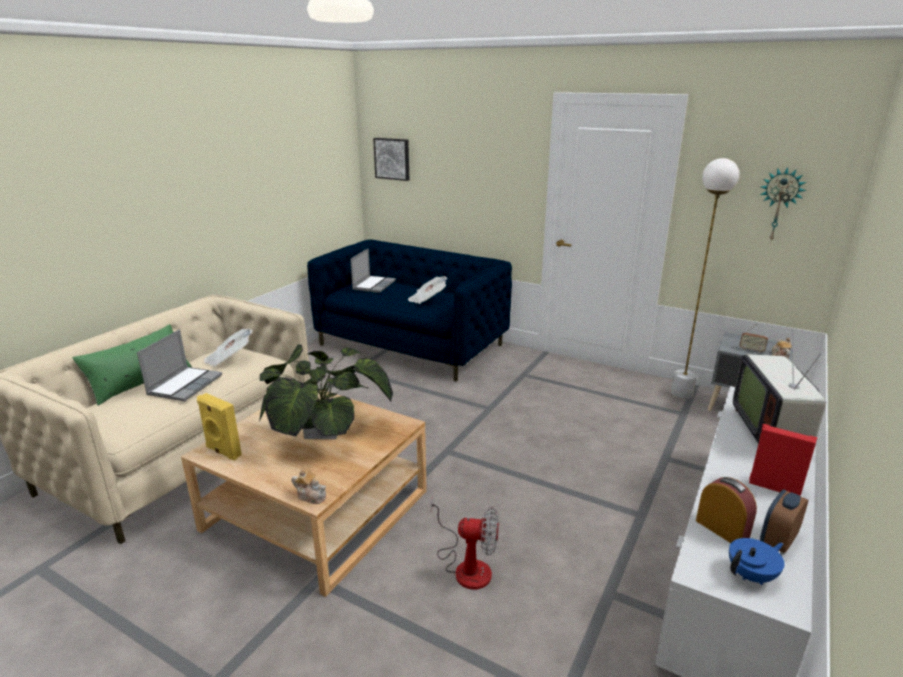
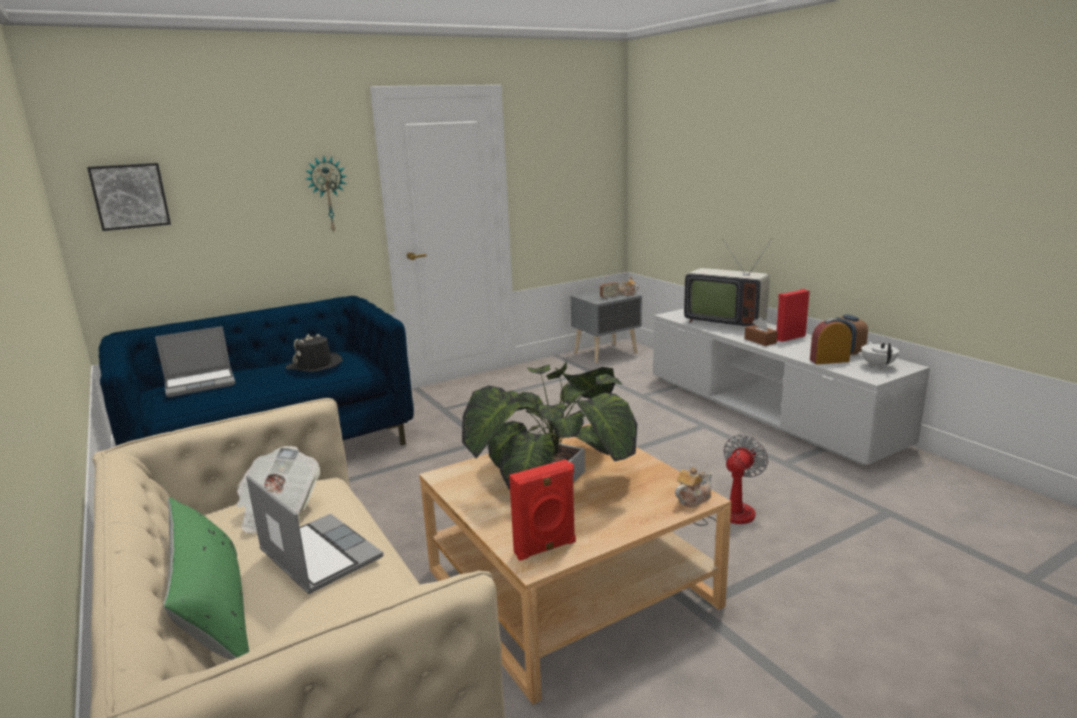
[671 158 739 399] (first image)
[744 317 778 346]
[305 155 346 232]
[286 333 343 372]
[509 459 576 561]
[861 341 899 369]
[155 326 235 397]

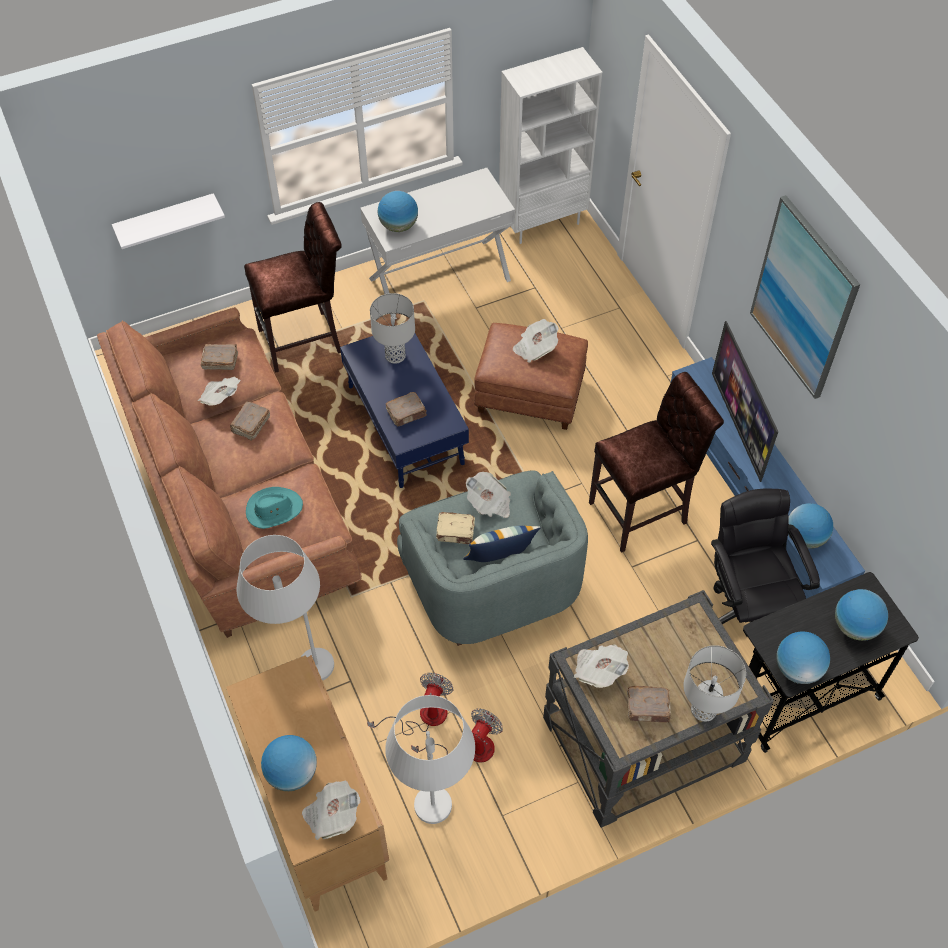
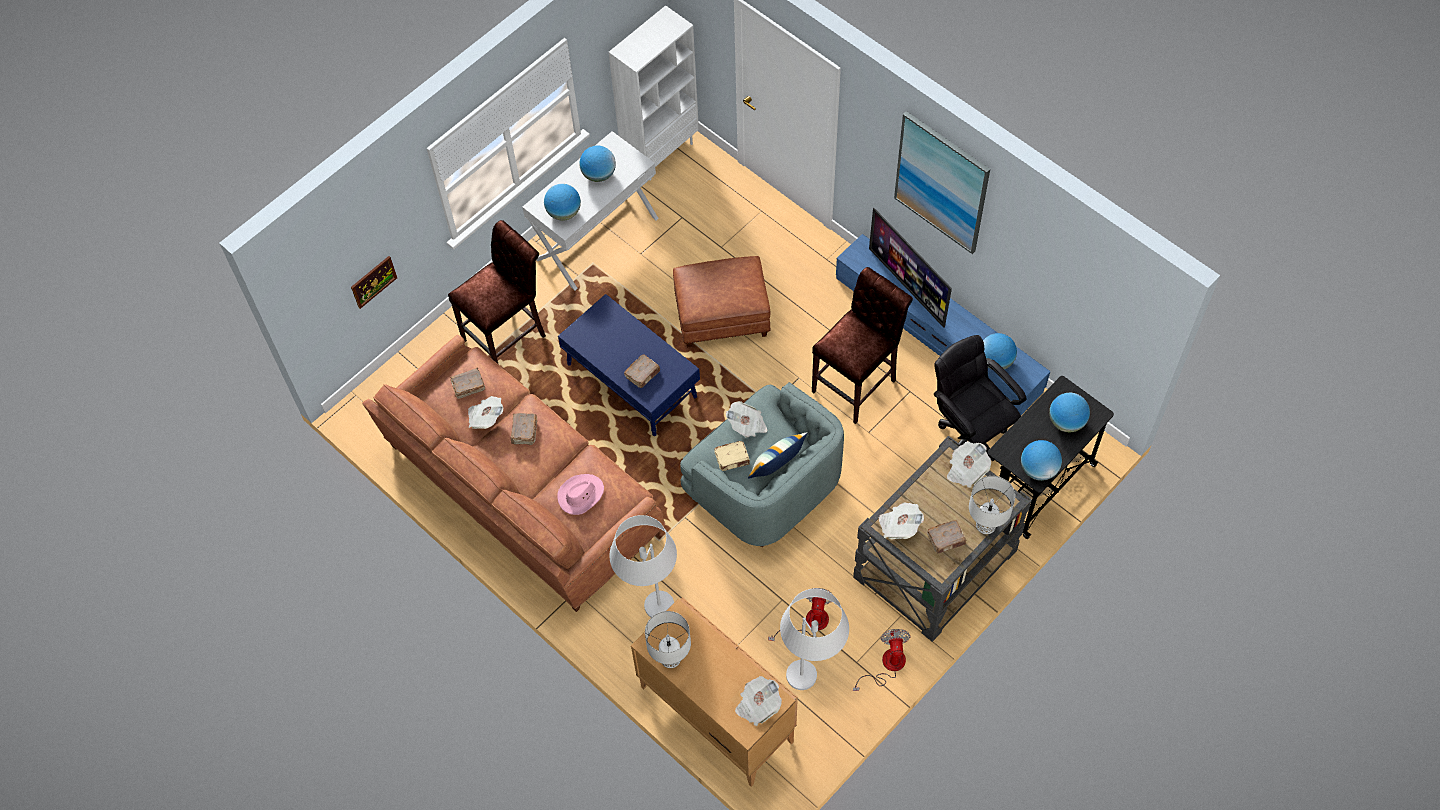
[579 145 616 182]
[853 629 910 691]
[645 611 691 668]
[947 442 991 488]
[351 256 397 309]
[557 474 604 515]

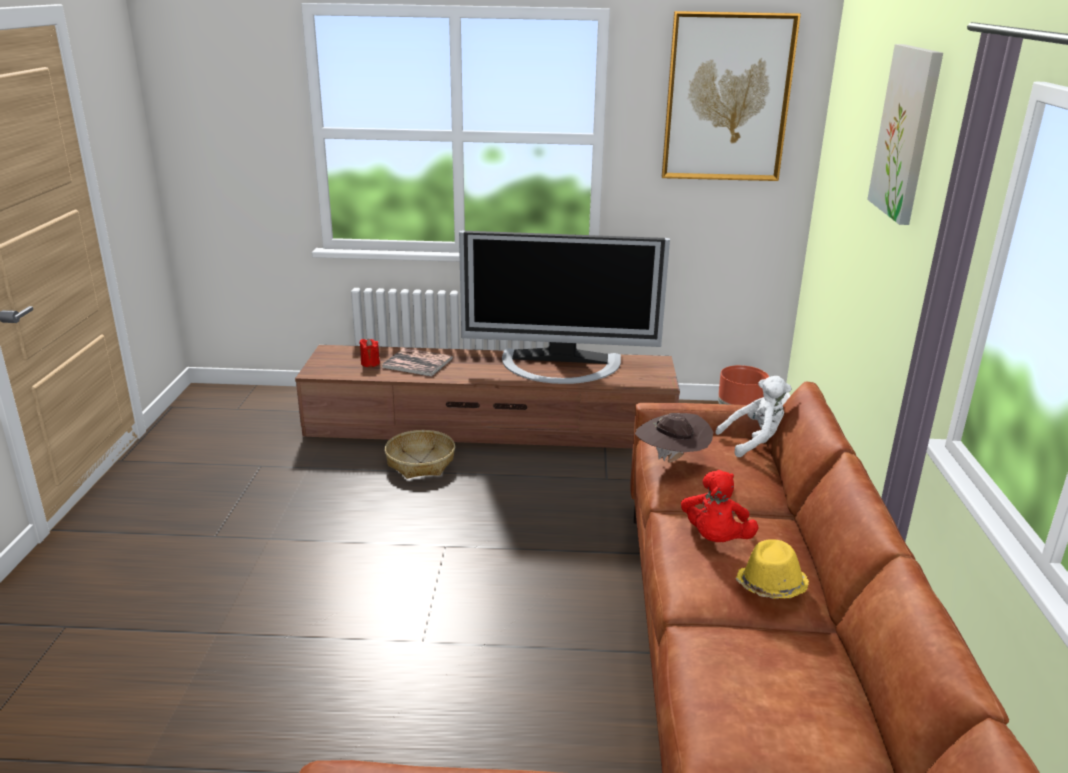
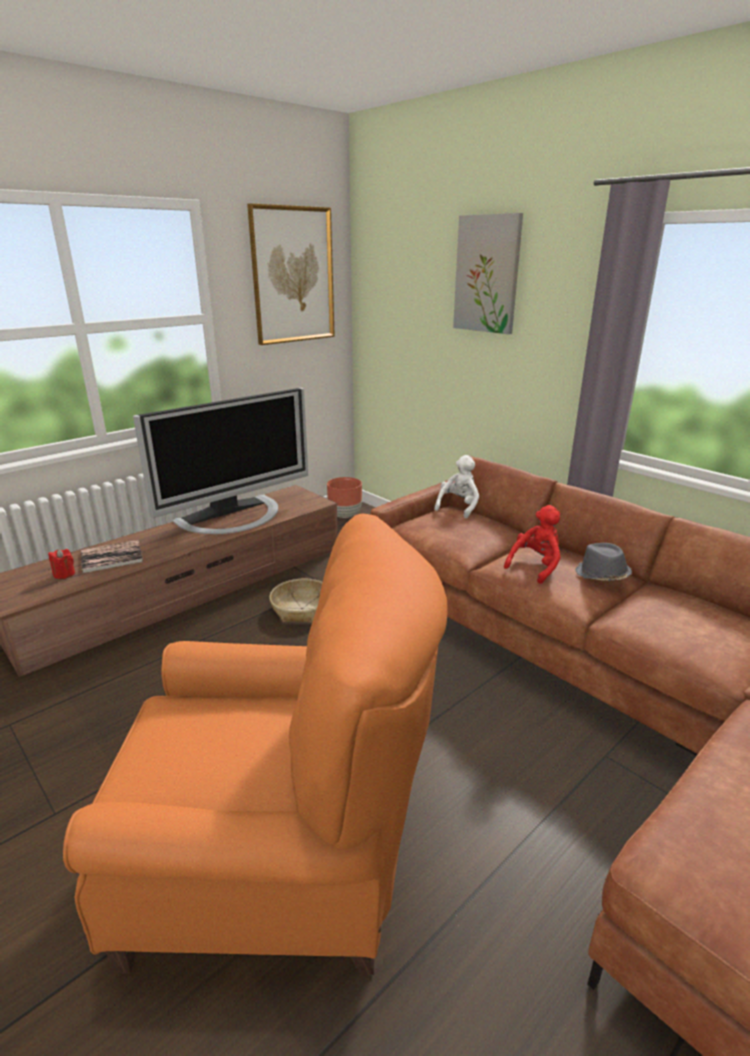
[635 413 713 463] (first image)
[63 514 448 975]
[269 579 322 623]
[575 543 632 581]
[504 505 561 584]

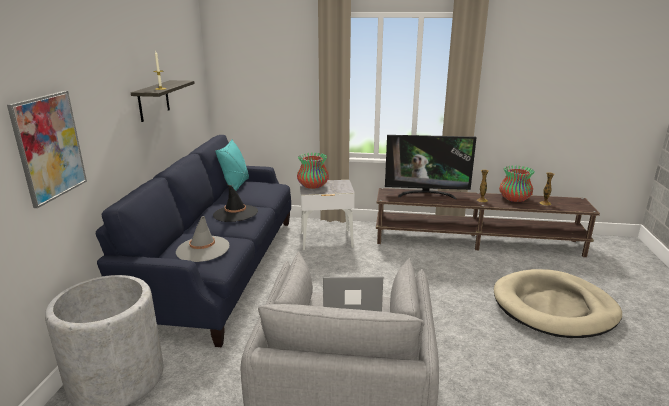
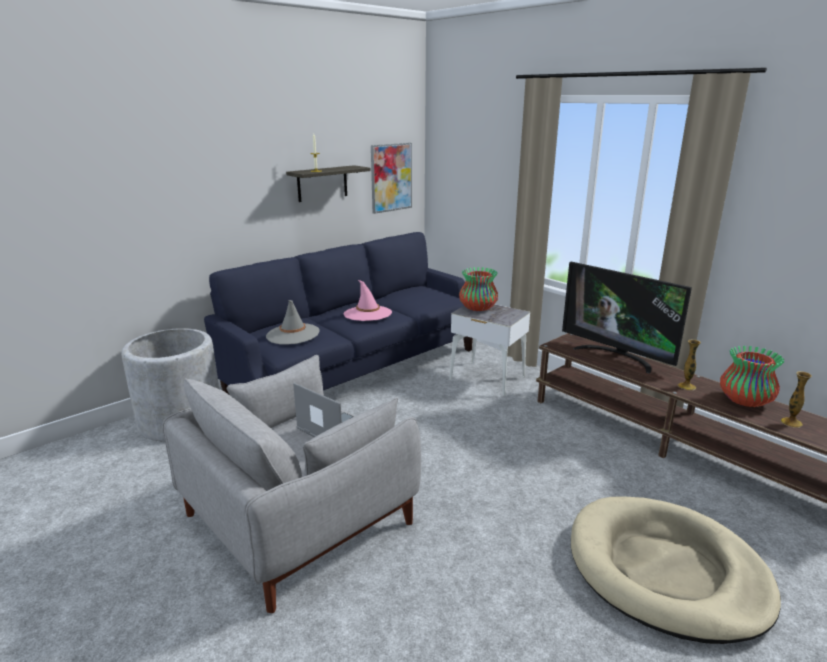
[215 139 249 191] (first image)
[371 143 412 214]
[344 280 392 321]

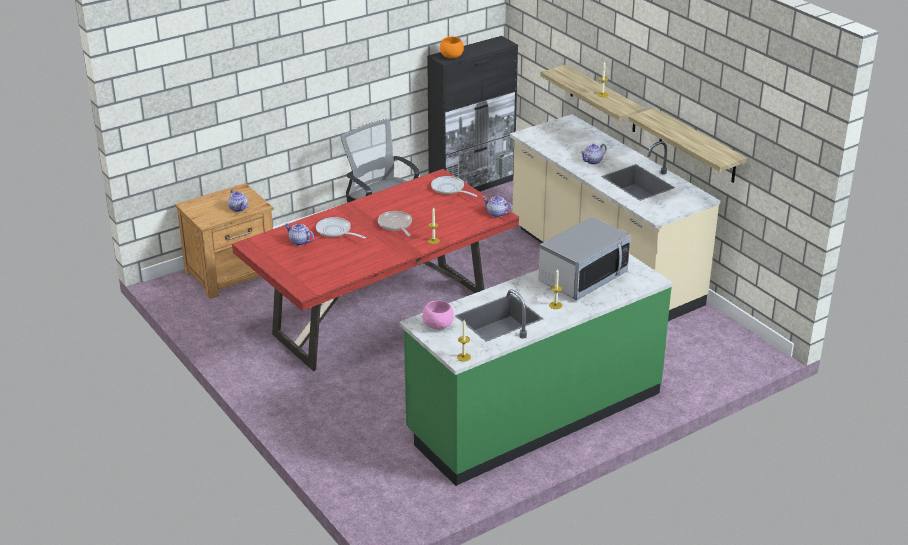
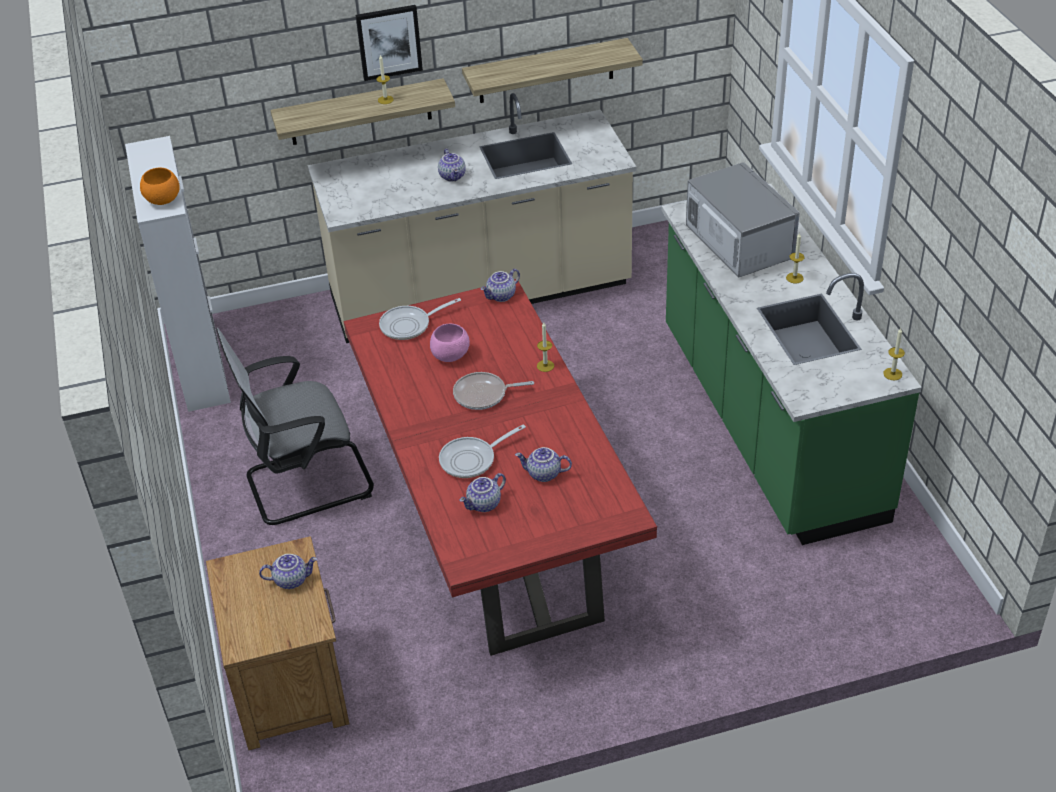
[355 5 423 81]
[515 447 572 482]
[430 324 470 362]
[125 136 231 412]

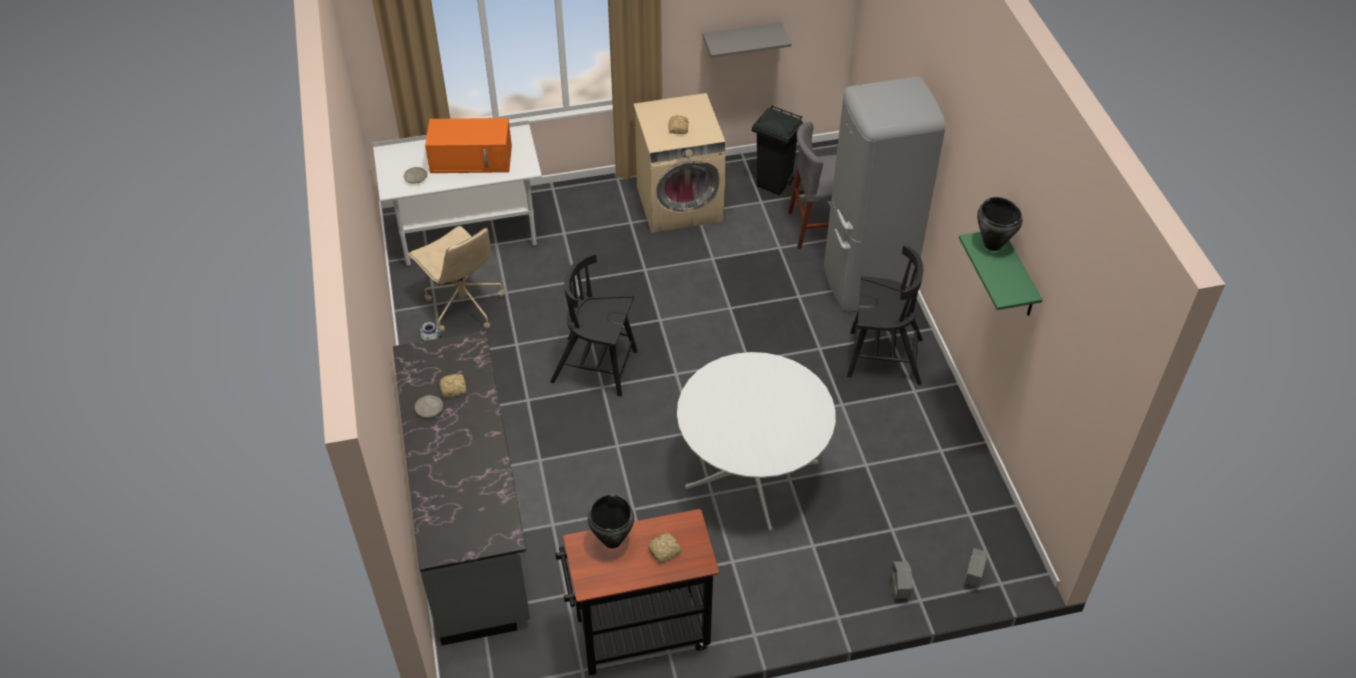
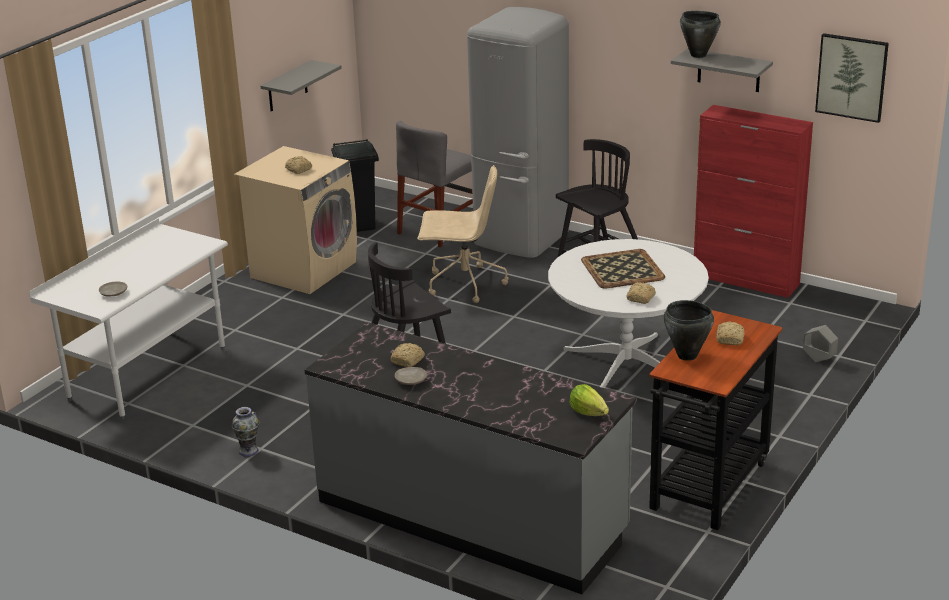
[425 118 512 173] (first image)
[965 548 987 587] (first image)
[569 384 609 416]
[581 249 665 289]
[627 282 656 304]
[694 105 813 298]
[815 33 889 123]
[417 165 509 303]
[671 48 773 92]

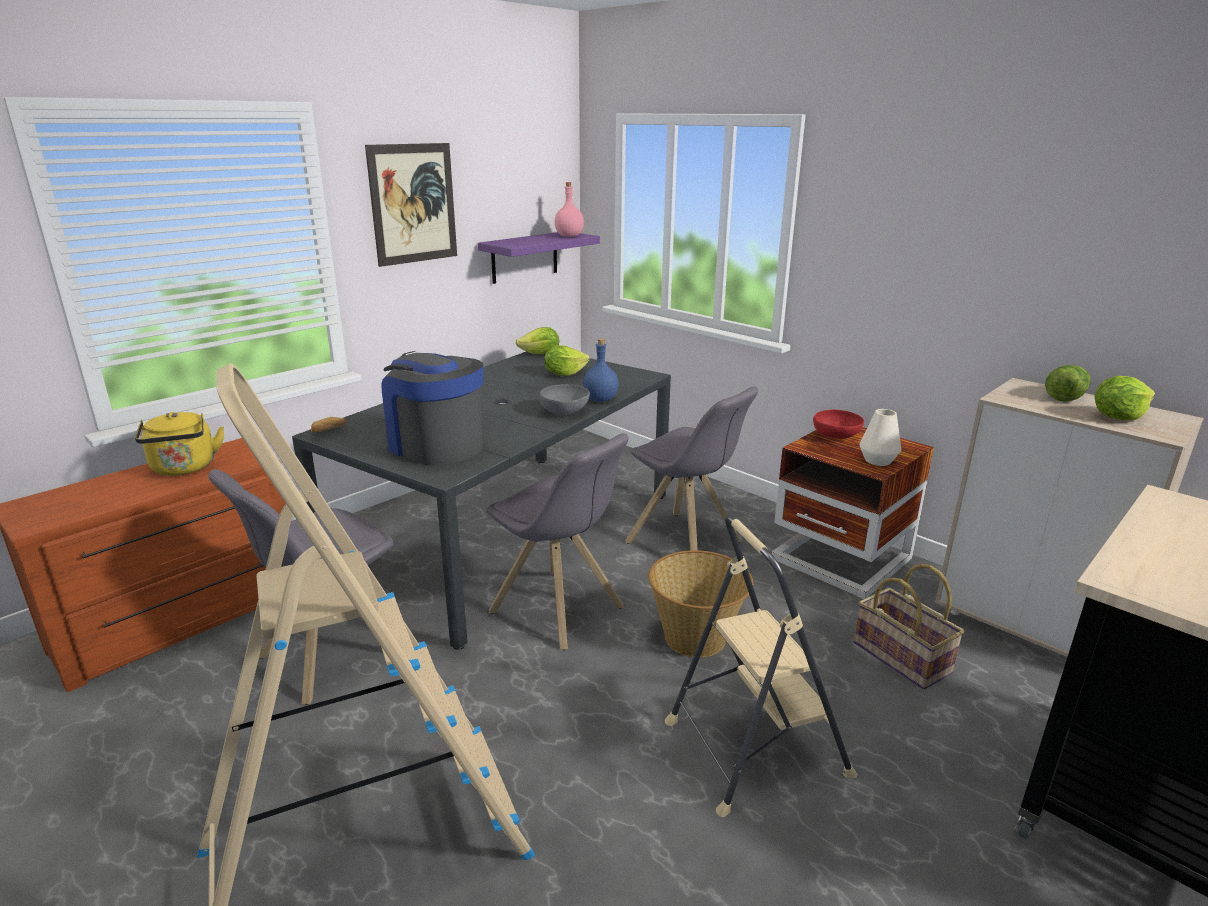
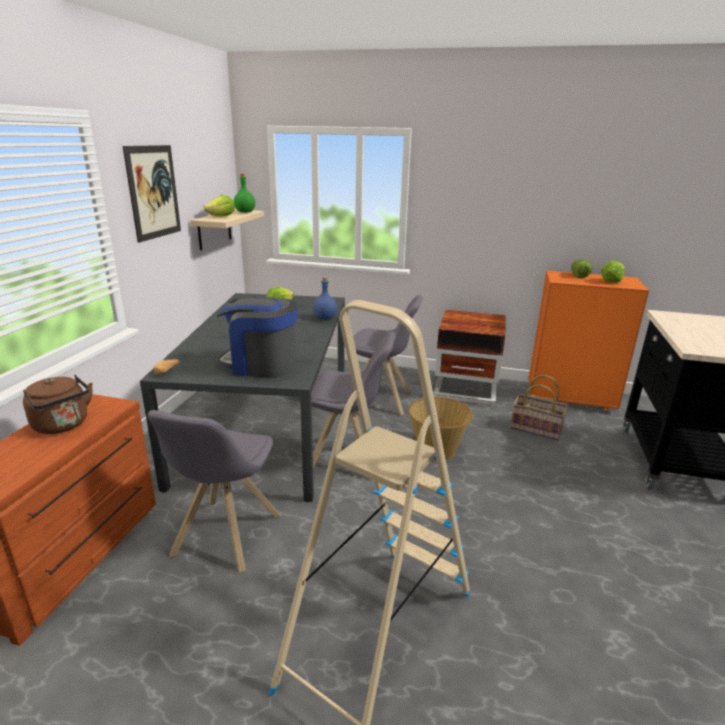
[539 384 590 415] (first image)
[665 515 857 817] (first image)
[813 410 864 439] (first image)
[860 409 901 466] (first image)
[204 195 235 217]
[23 375 93 434]
[190 209 264 250]
[234 174 255 213]
[528 271 649 411]

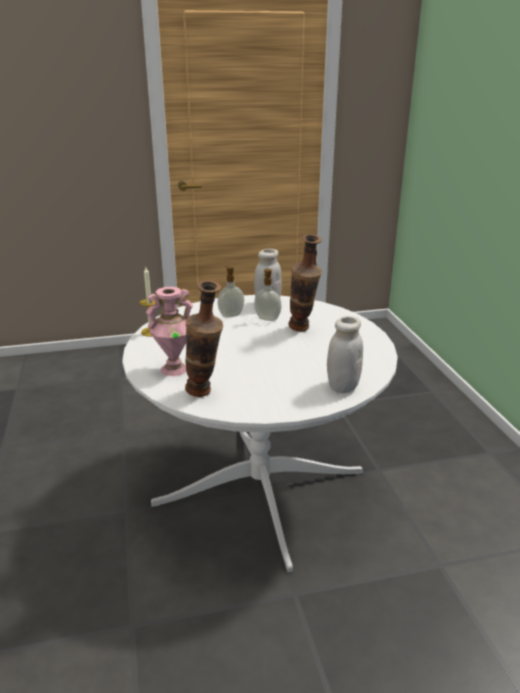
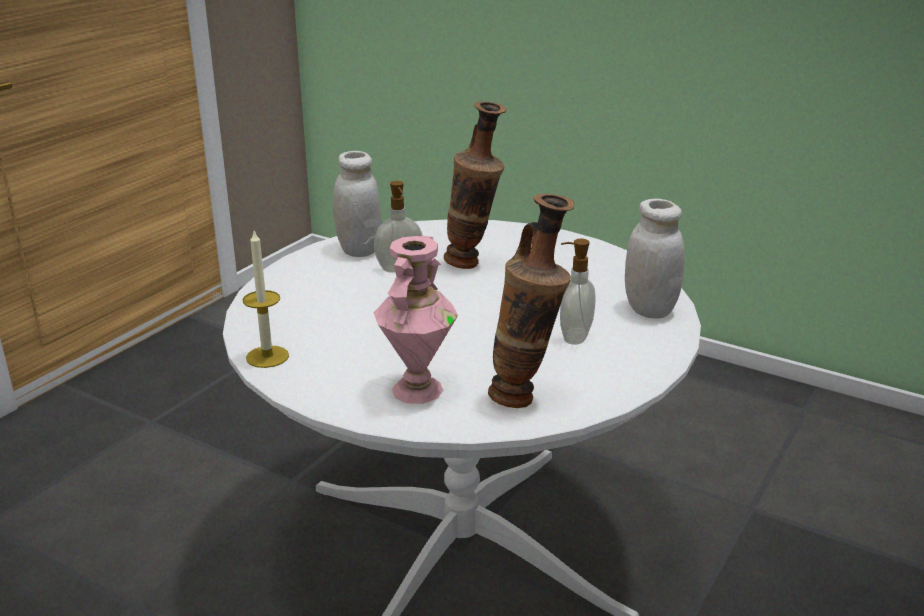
[560 239 596 345]

